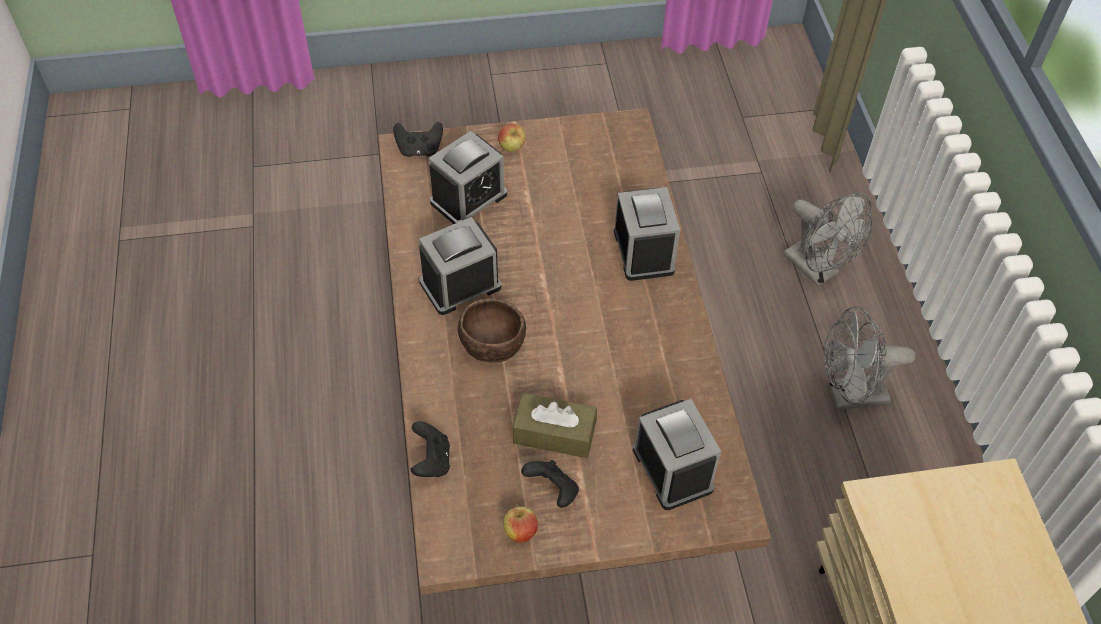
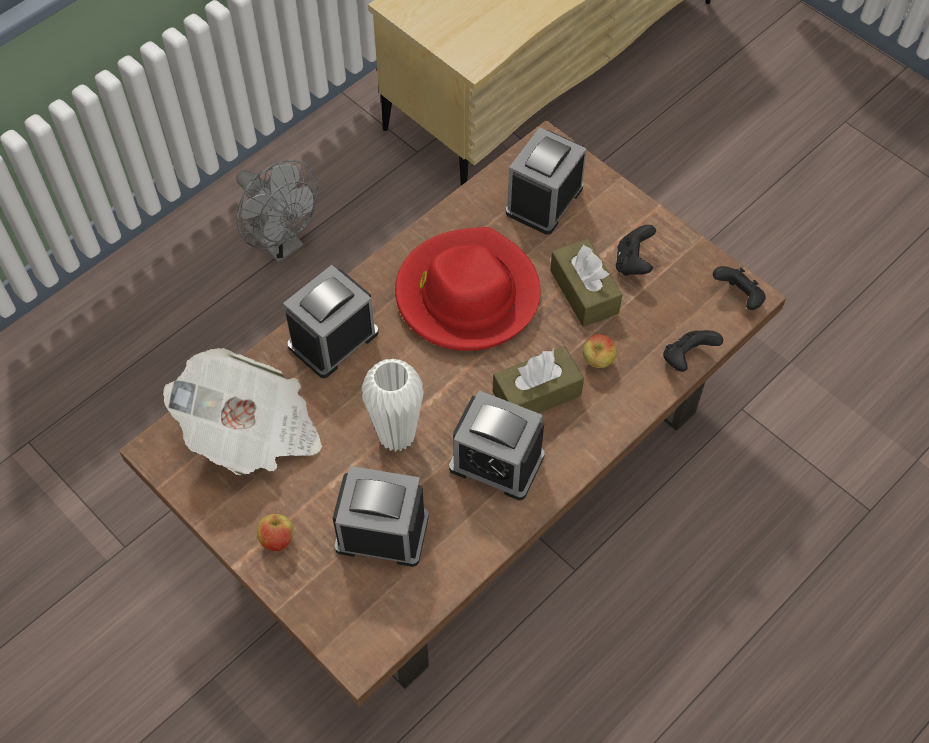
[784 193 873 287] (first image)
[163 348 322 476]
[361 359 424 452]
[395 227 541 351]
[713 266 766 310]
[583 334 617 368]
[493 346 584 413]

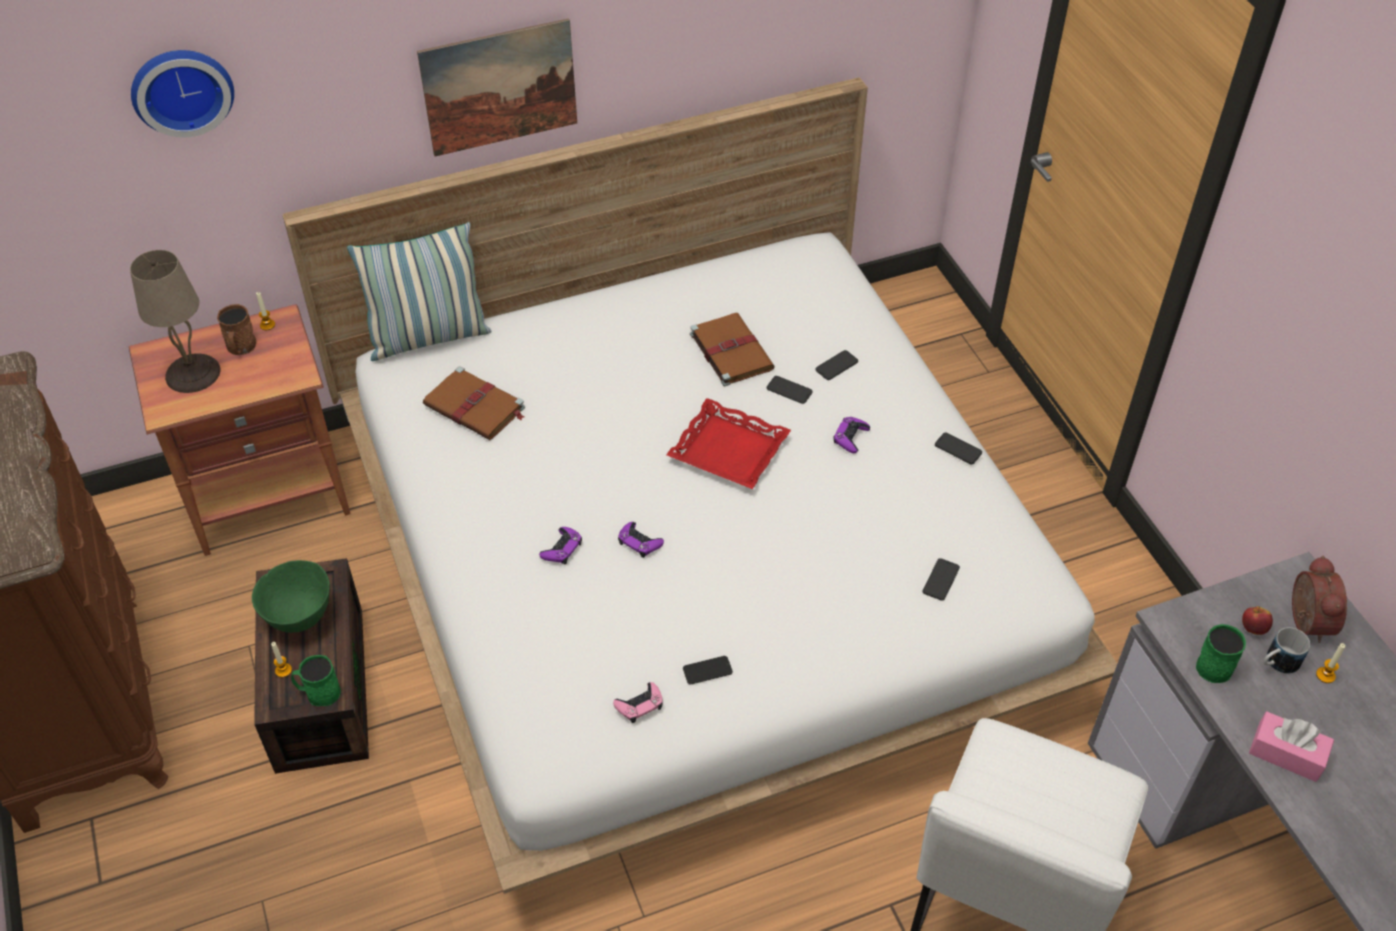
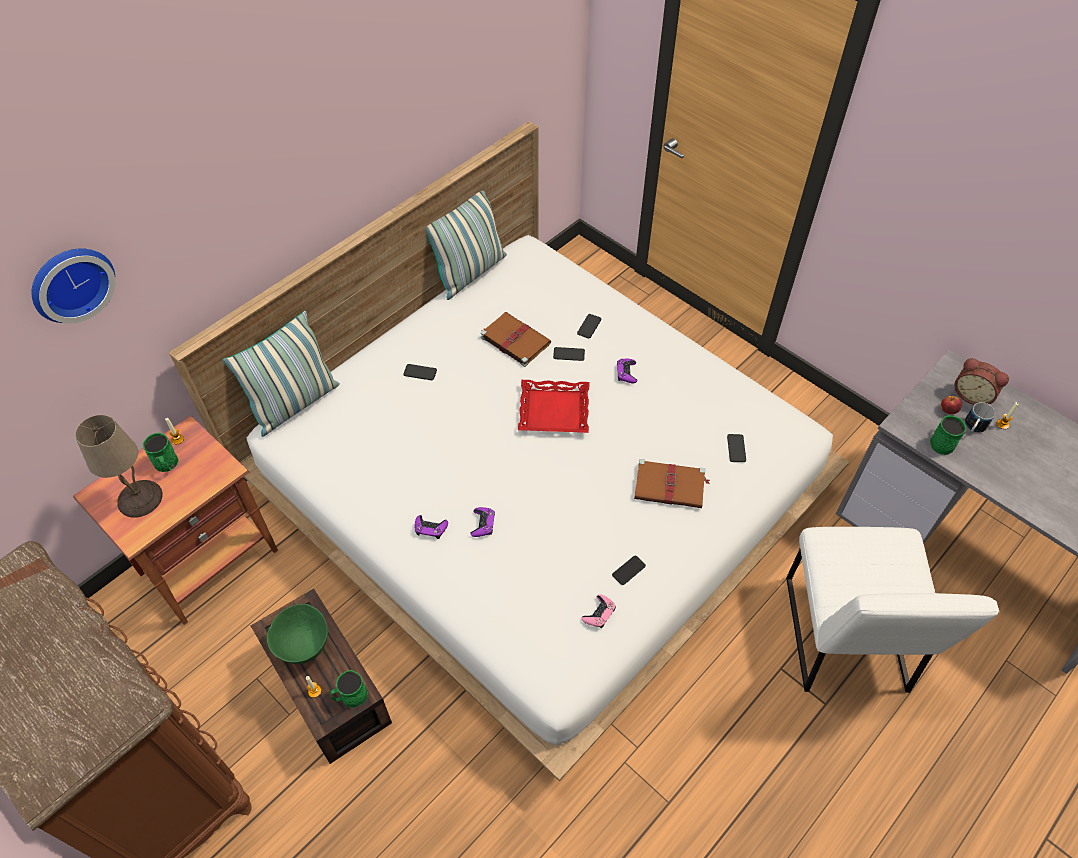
[417 18 577 157] (first image)
[1249 711 1334 782] (first image)
[425 191 507 300]
[634 459 710 508]
[414 515 448 539]
[403 364 437 380]
[143 433 178 472]
[954 358 1009 405]

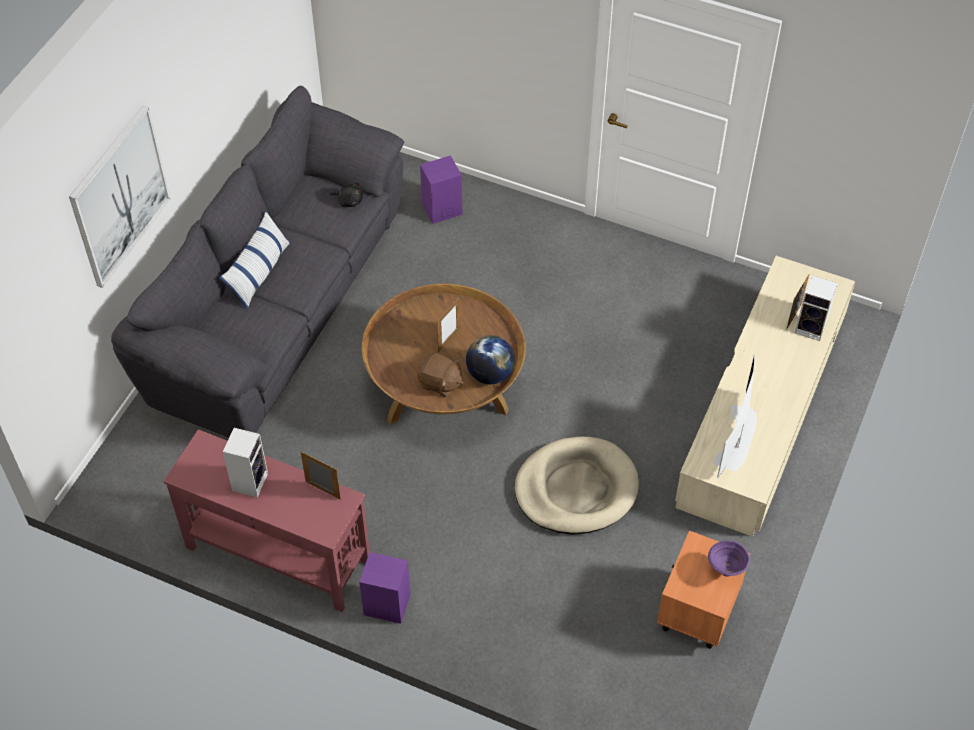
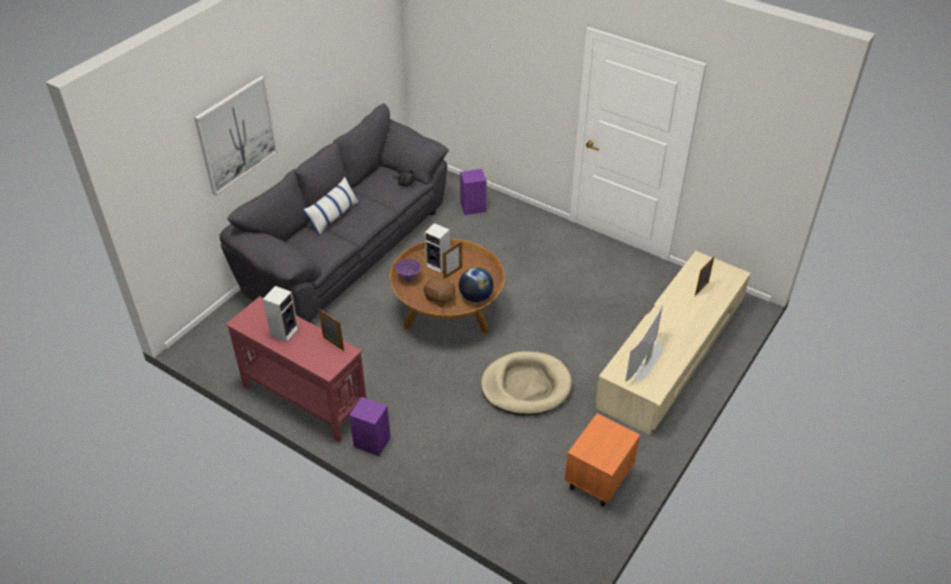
[395 259 421 282]
[424 223 450 273]

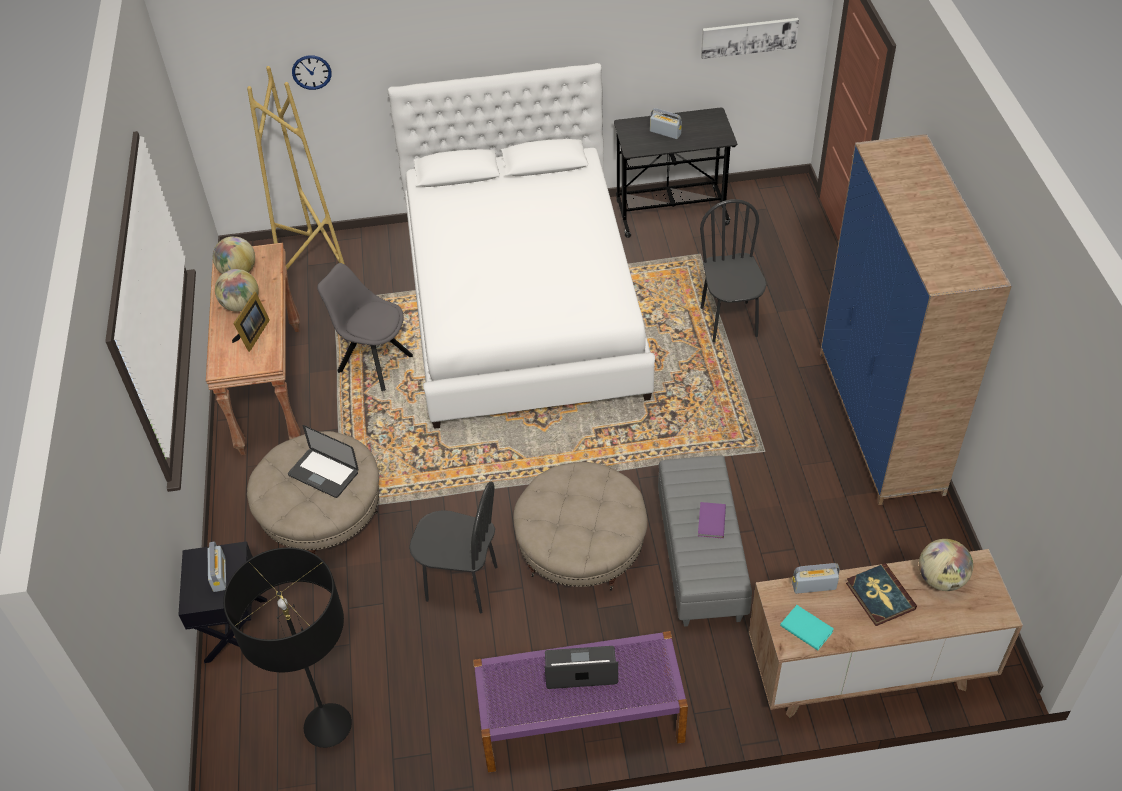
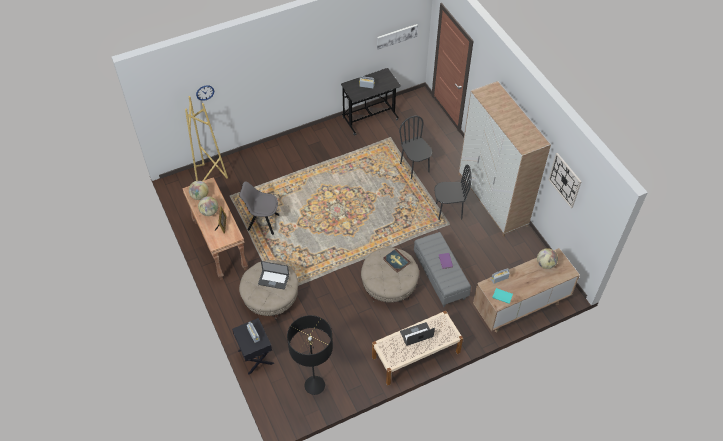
[388 63 655 429] (first image)
[548 153 582 208]
[434 165 471 220]
[383 249 410 273]
[372 311 463 386]
[458 81 551 237]

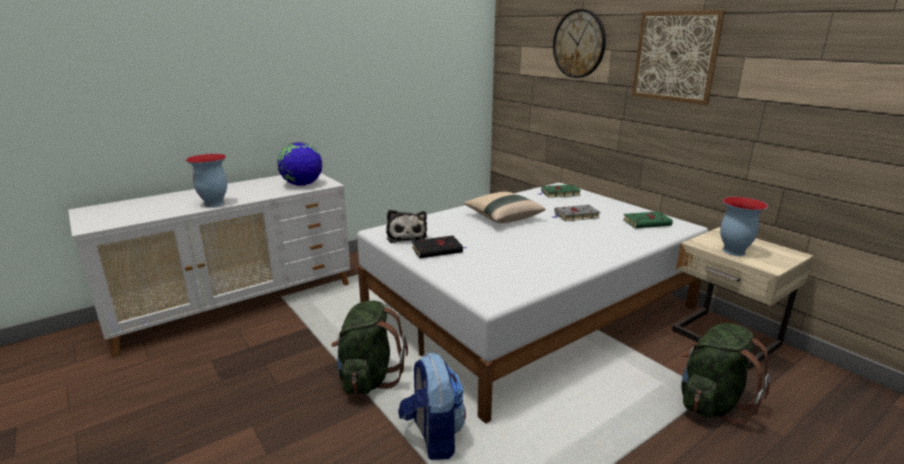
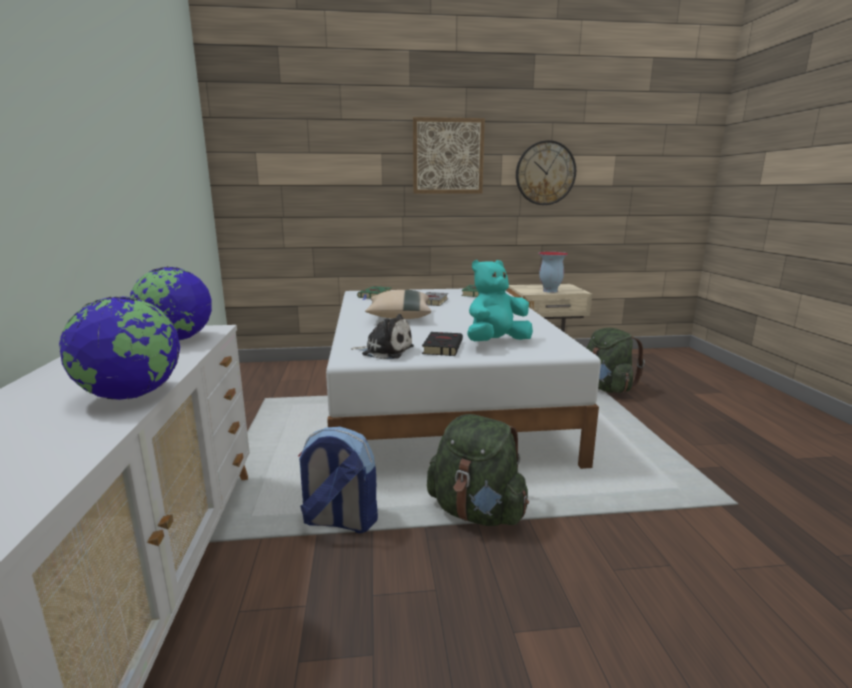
[467 260 533 341]
[298 427 378 533]
[516 140 576 205]
[59 297 180 400]

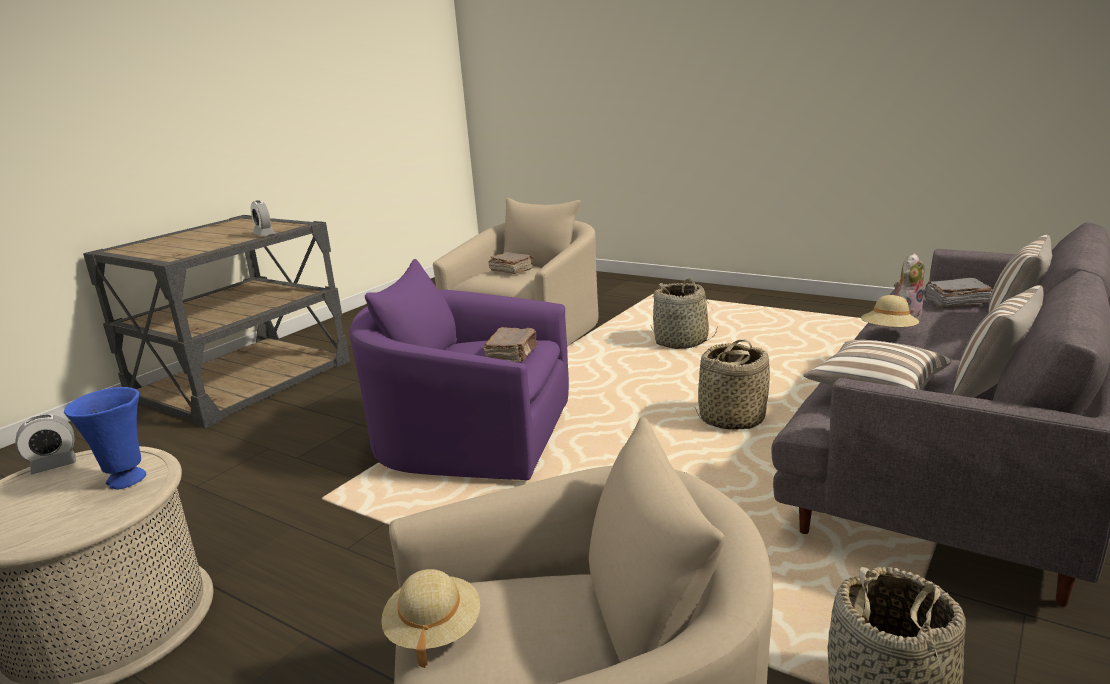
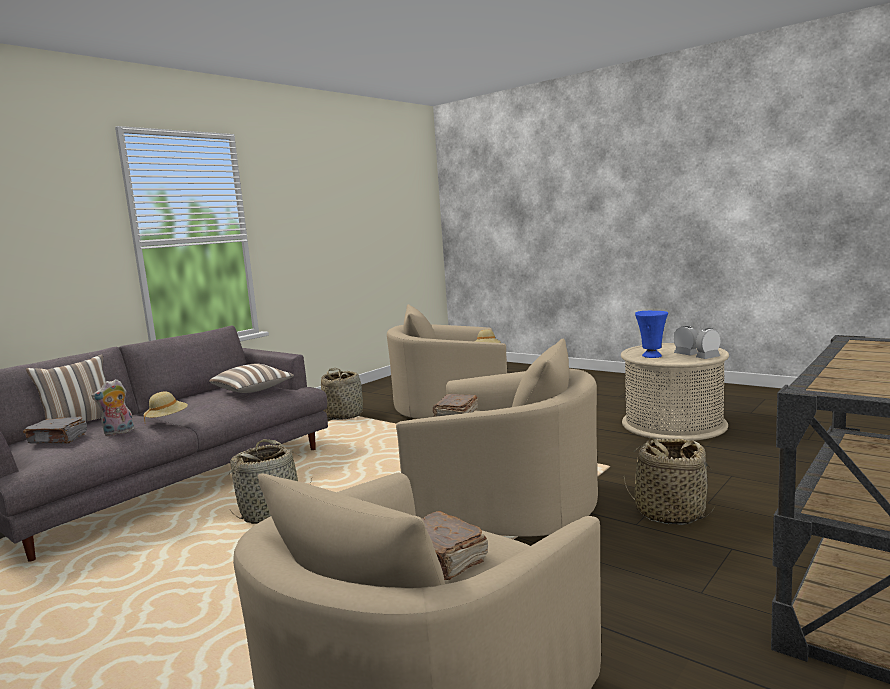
[952 285 1043 398] (first image)
[673 326 698 355]
[624 438 714 525]
[396 339 598 537]

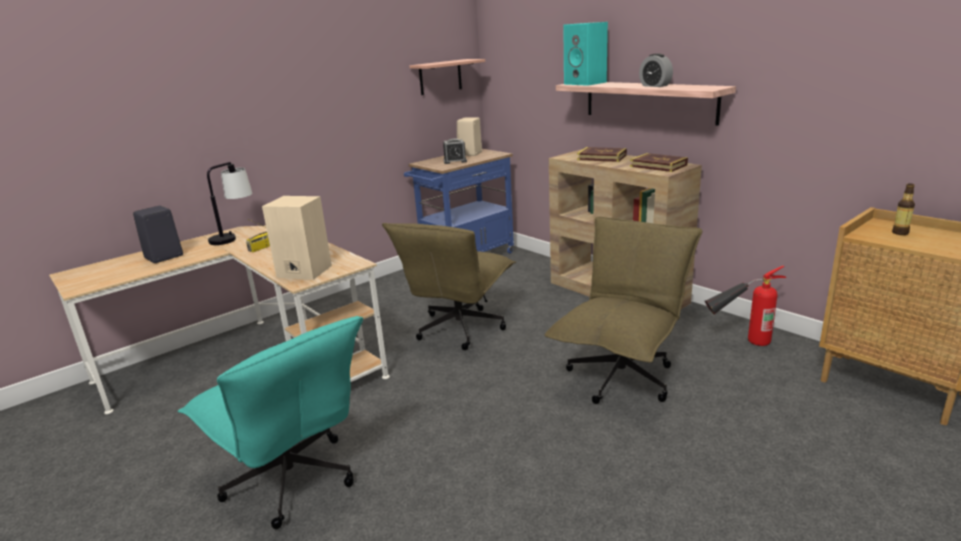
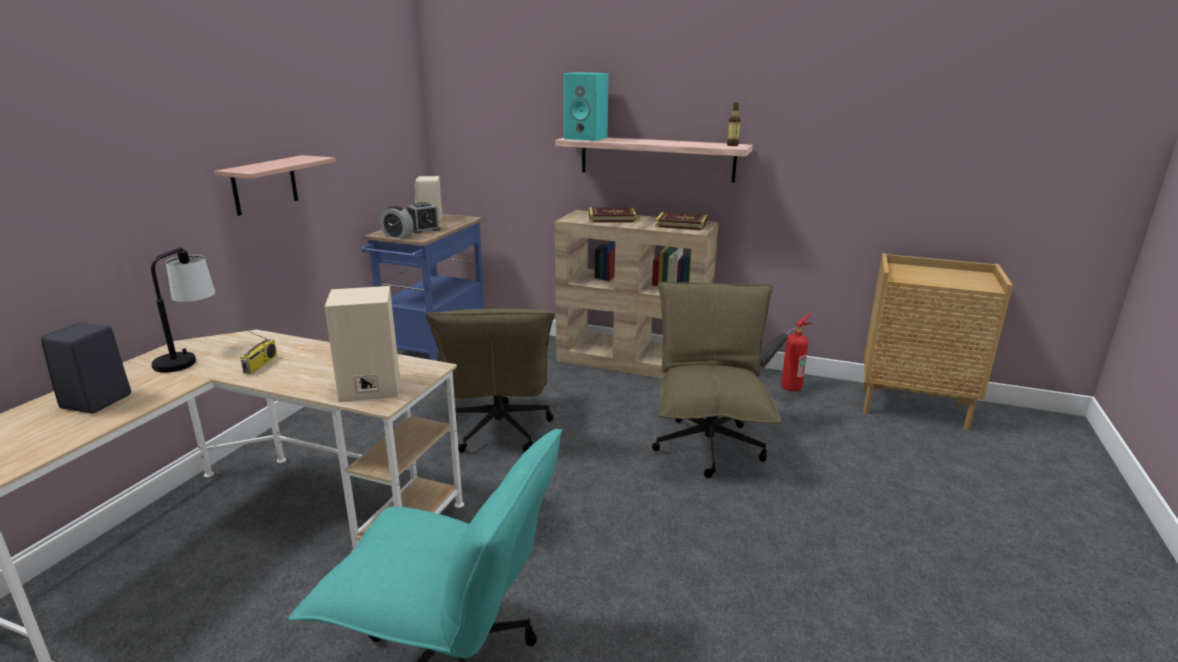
[214 155 336 216]
[380 206 414 239]
[727 102 741 146]

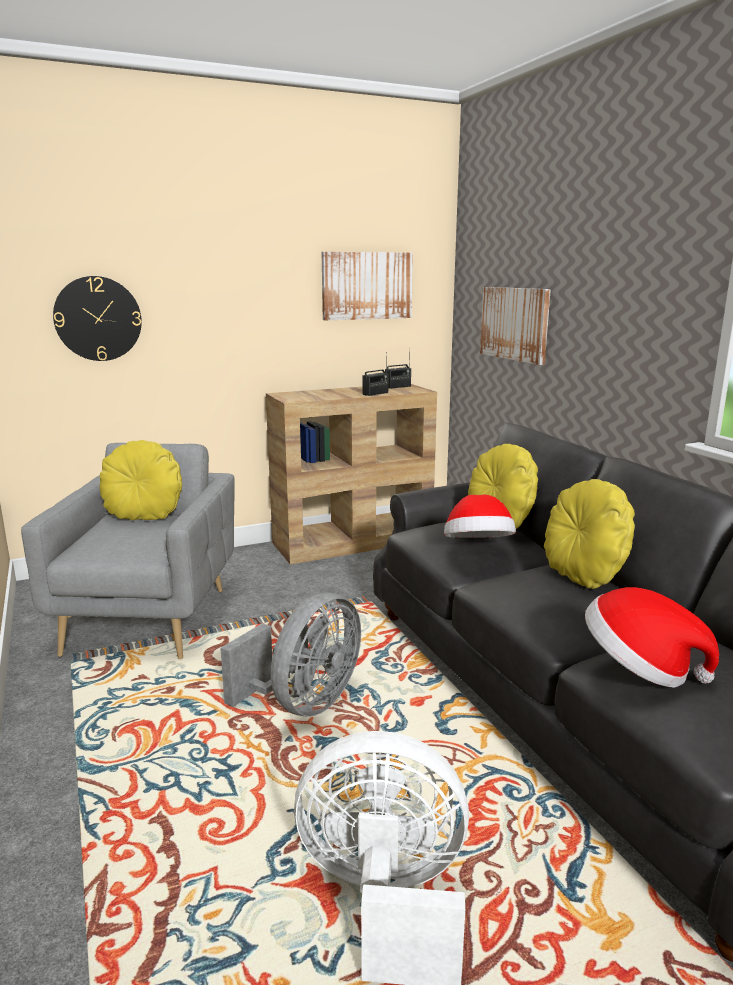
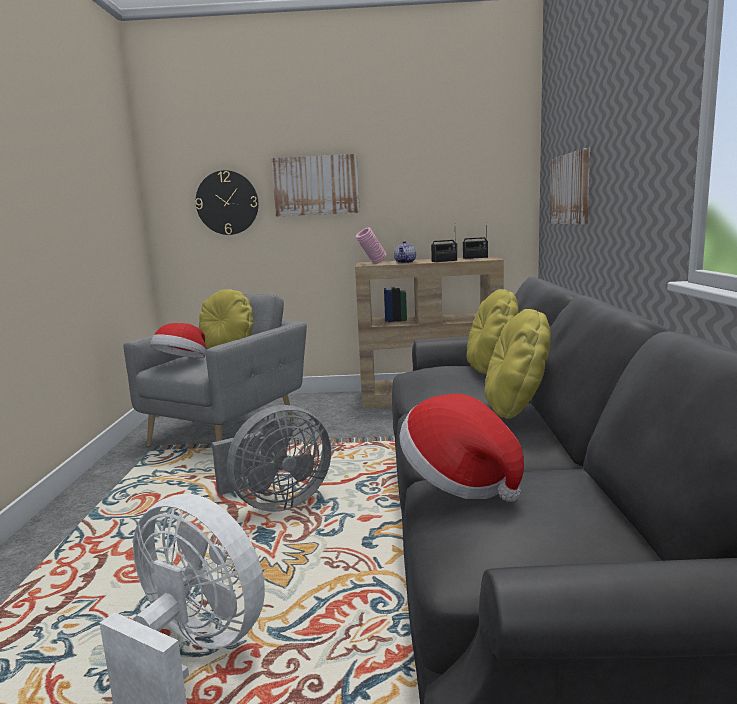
[356 227 387 264]
[394 241 416 263]
[271 154 360 216]
[150 323 206 358]

